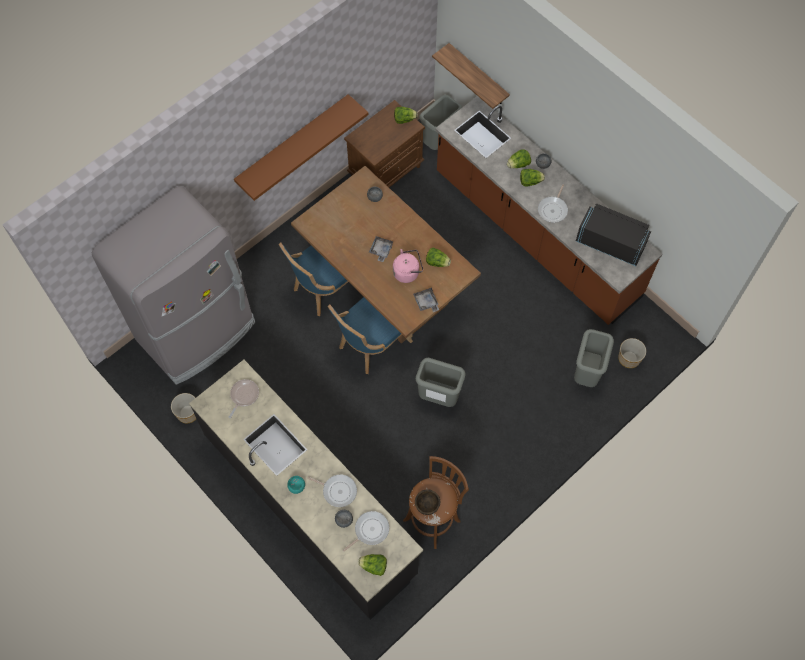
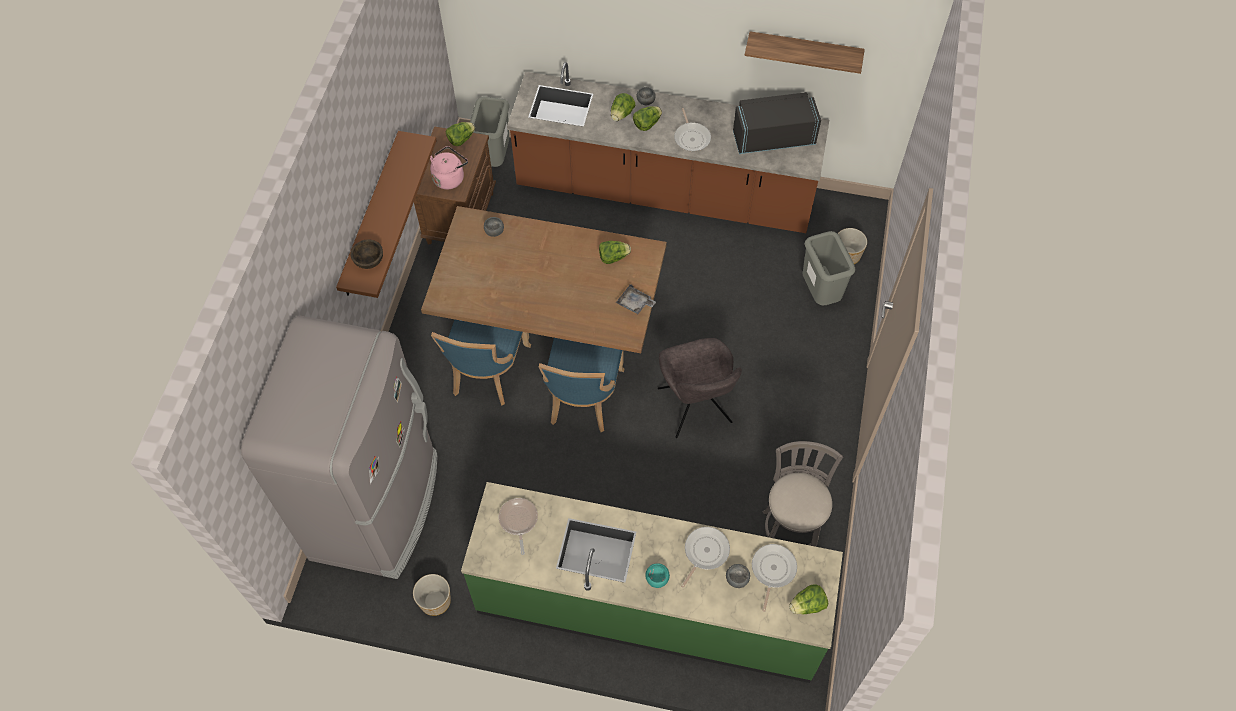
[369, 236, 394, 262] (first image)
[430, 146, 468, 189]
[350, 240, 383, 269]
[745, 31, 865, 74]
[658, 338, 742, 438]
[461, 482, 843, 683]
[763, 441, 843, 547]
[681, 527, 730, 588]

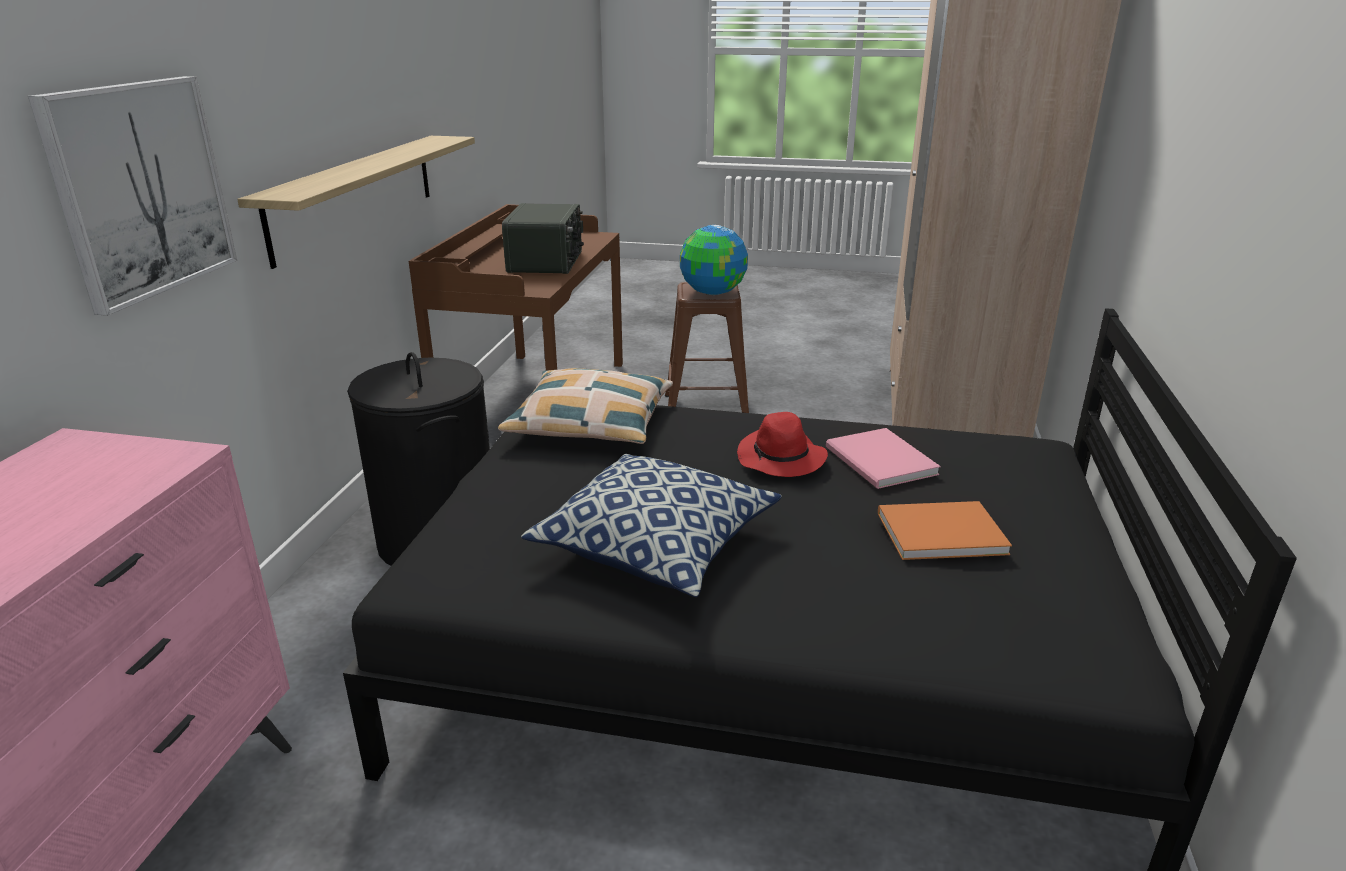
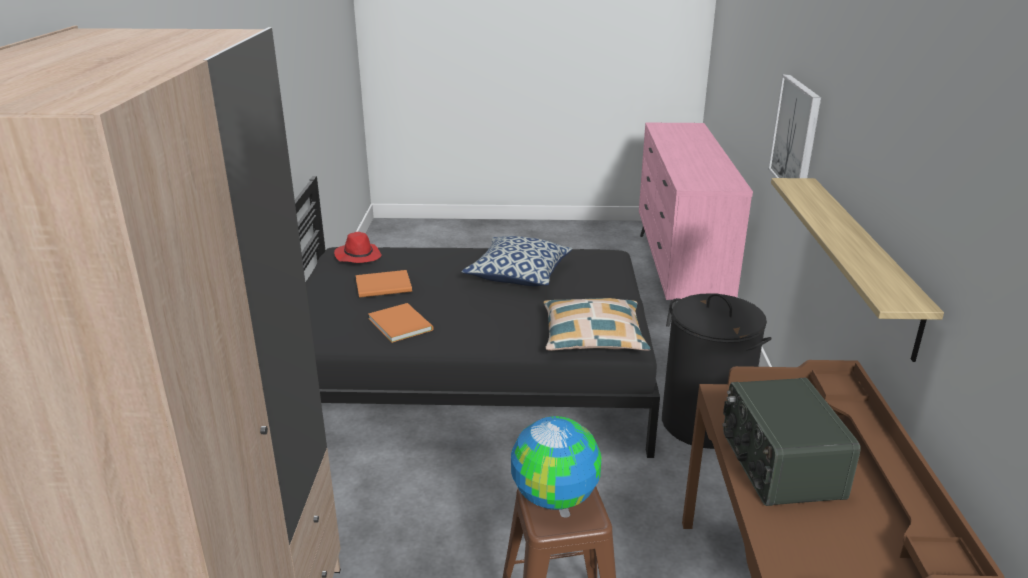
[334, 232, 382, 263]
[368, 303, 433, 343]

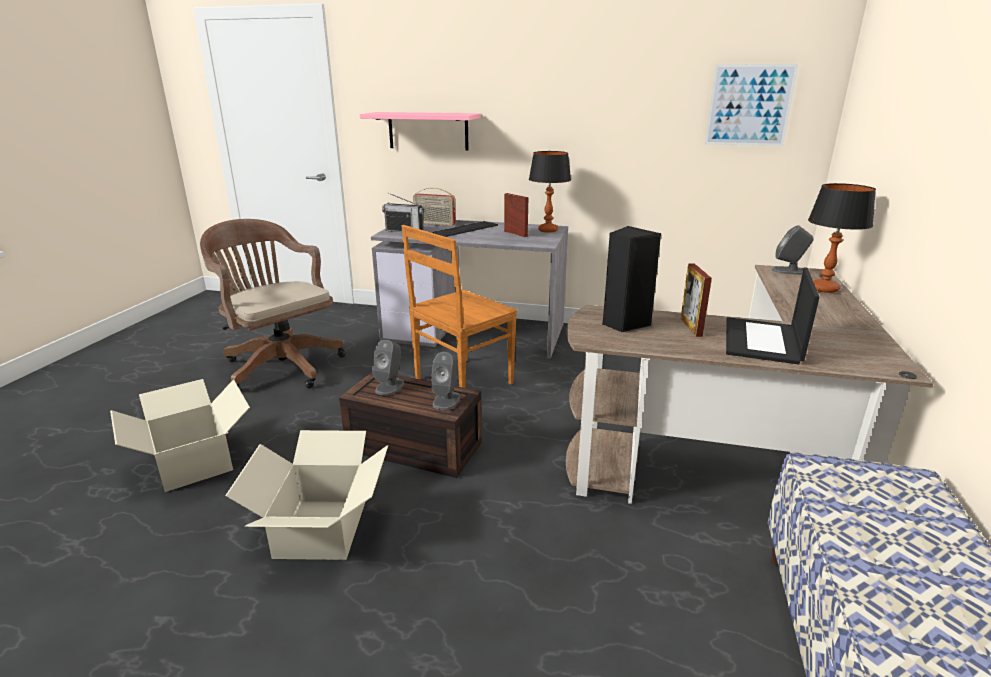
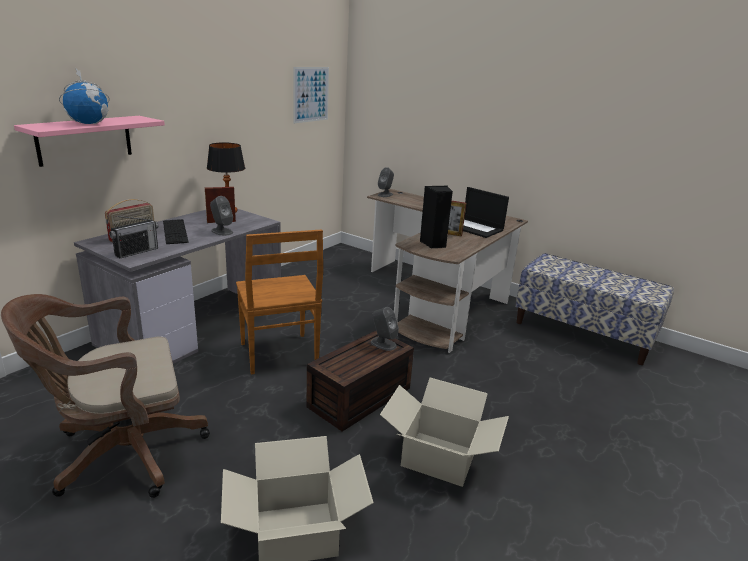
[808, 183, 876, 293] (first image)
[59, 68, 109, 124]
[210, 196, 233, 236]

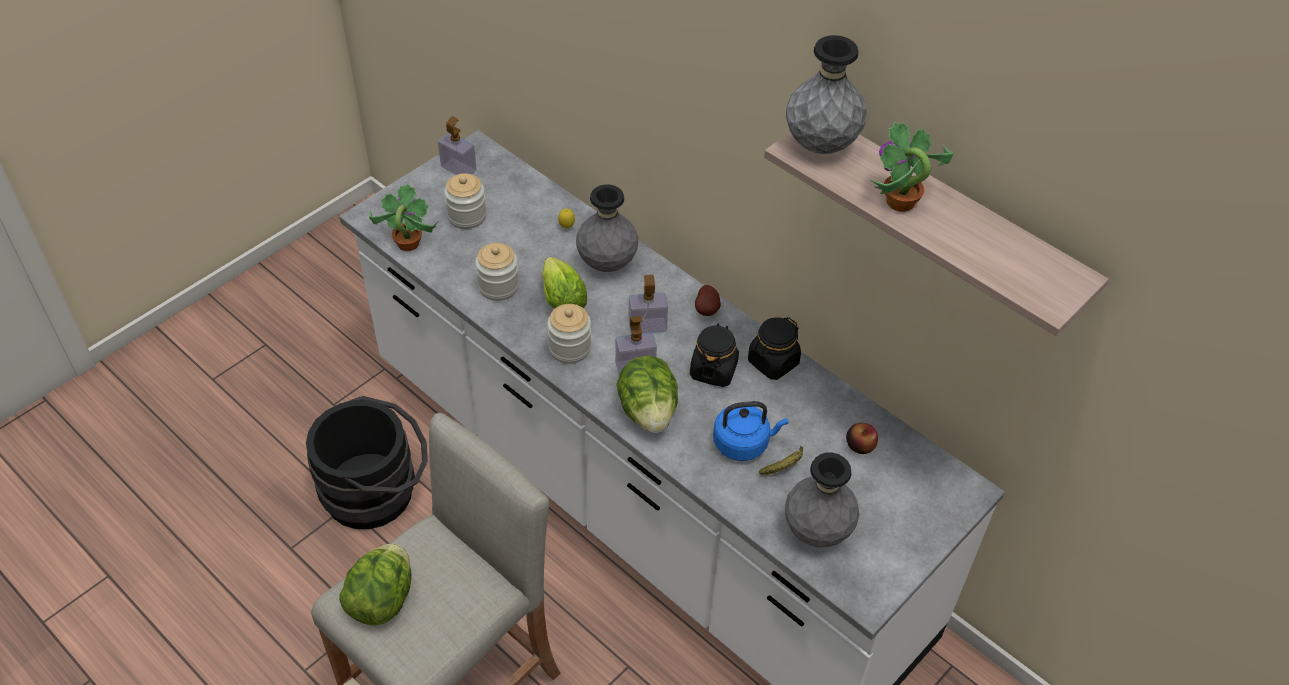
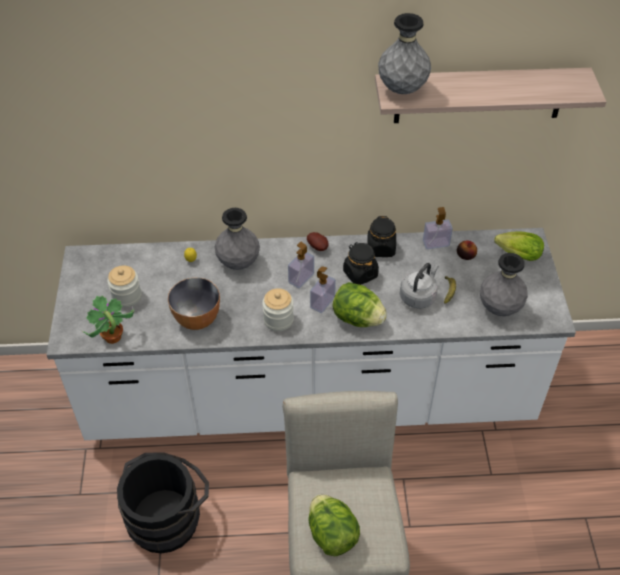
[870, 122, 954, 212] (first image)
[423, 207, 453, 249]
[494, 232, 544, 261]
[168, 277, 220, 330]
[400, 263, 439, 309]

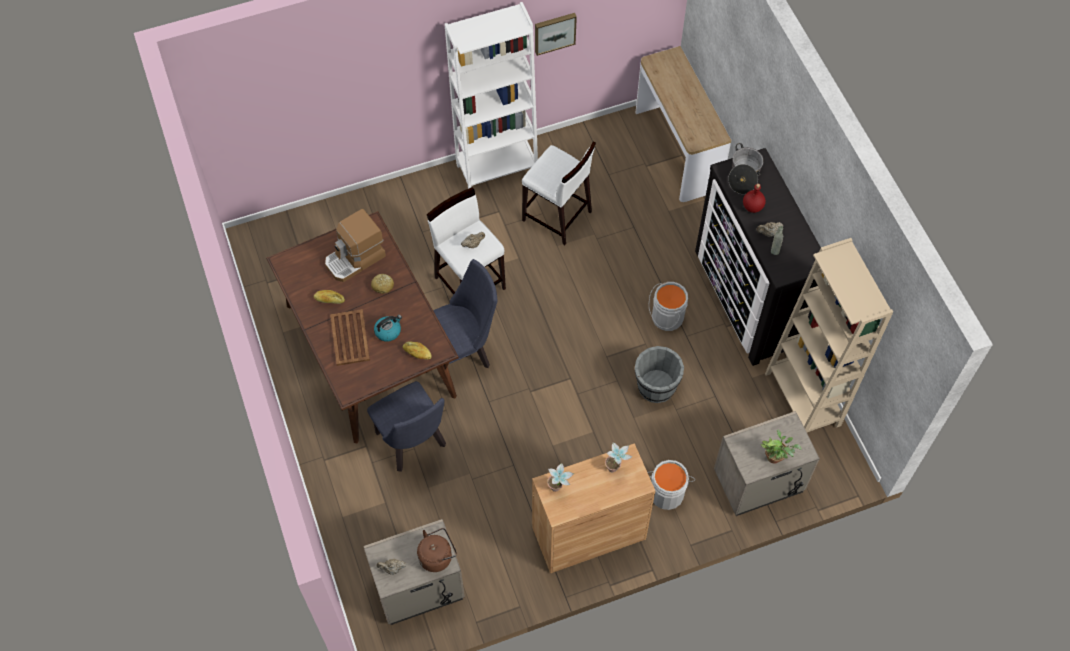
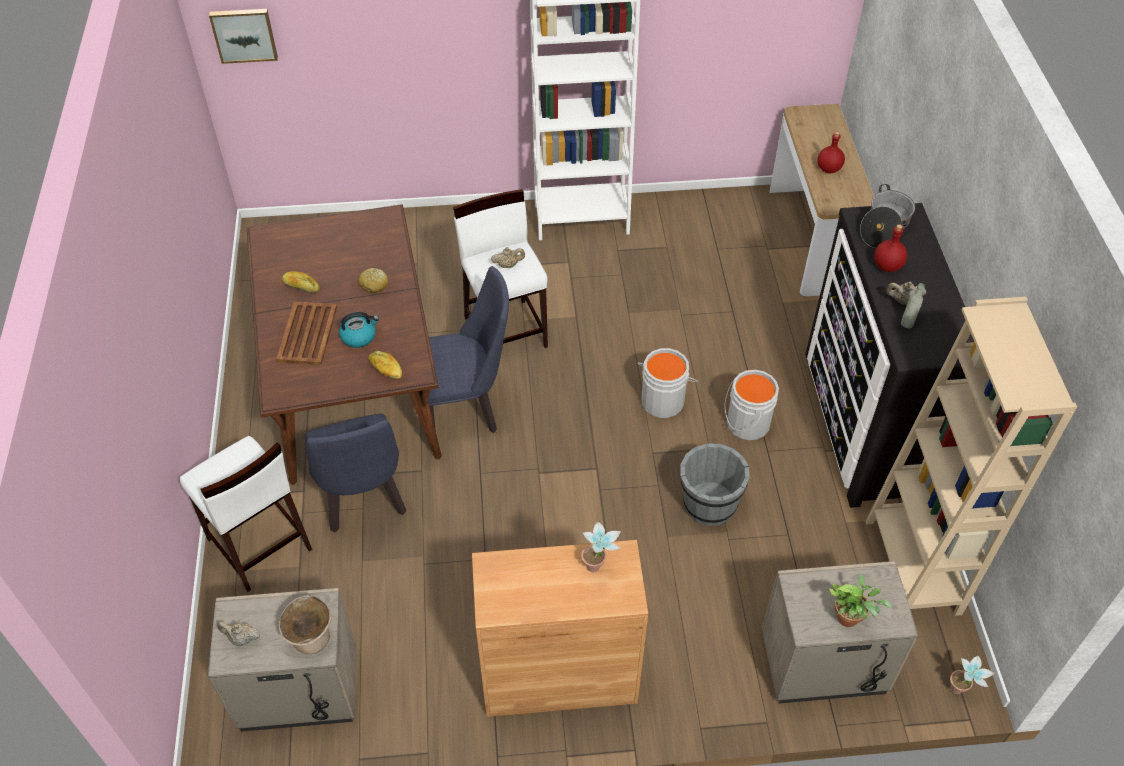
[325, 209, 386, 282] (first image)
[817, 132, 845, 173]
[180, 436, 312, 592]
[209, 9, 278, 64]
[950, 656, 995, 694]
[637, 348, 698, 418]
[279, 595, 331, 654]

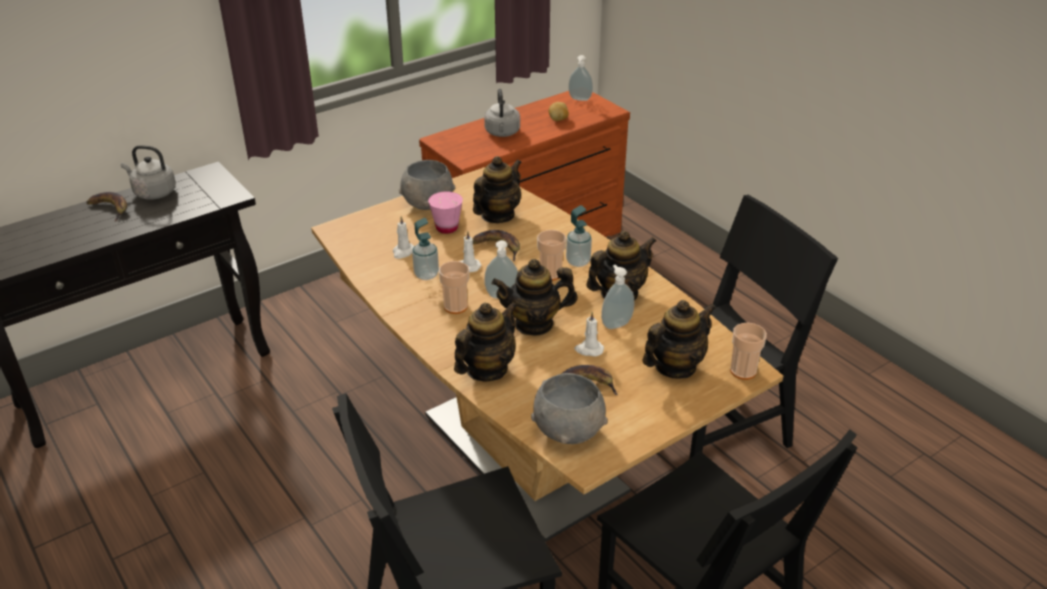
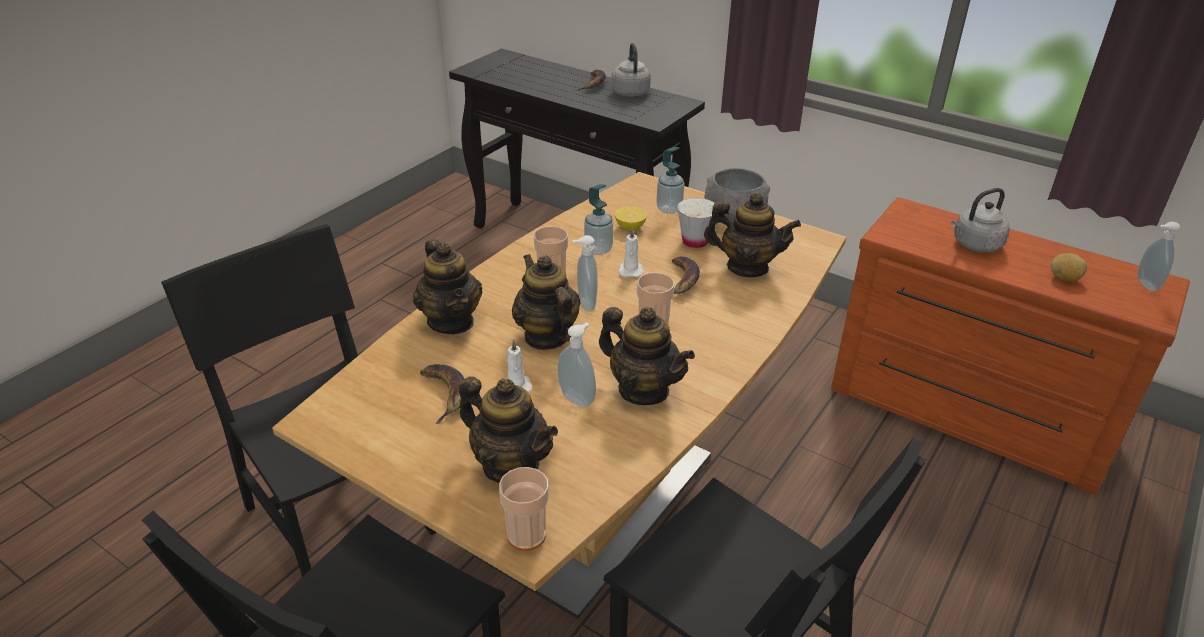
[531, 373, 608, 444] (first image)
[656, 147, 685, 214]
[615, 207, 647, 230]
[678, 198, 715, 248]
[413, 239, 482, 334]

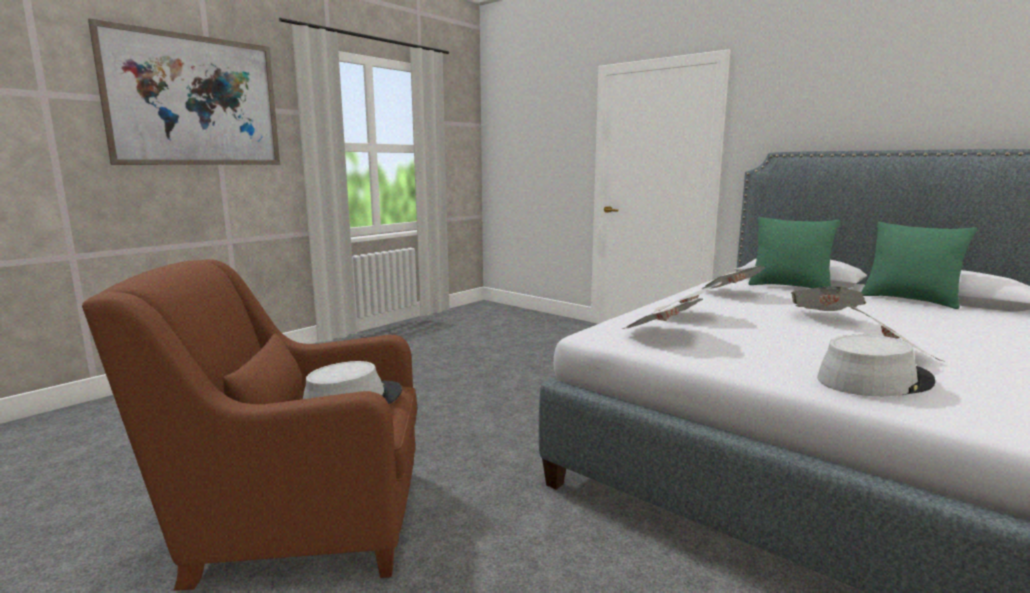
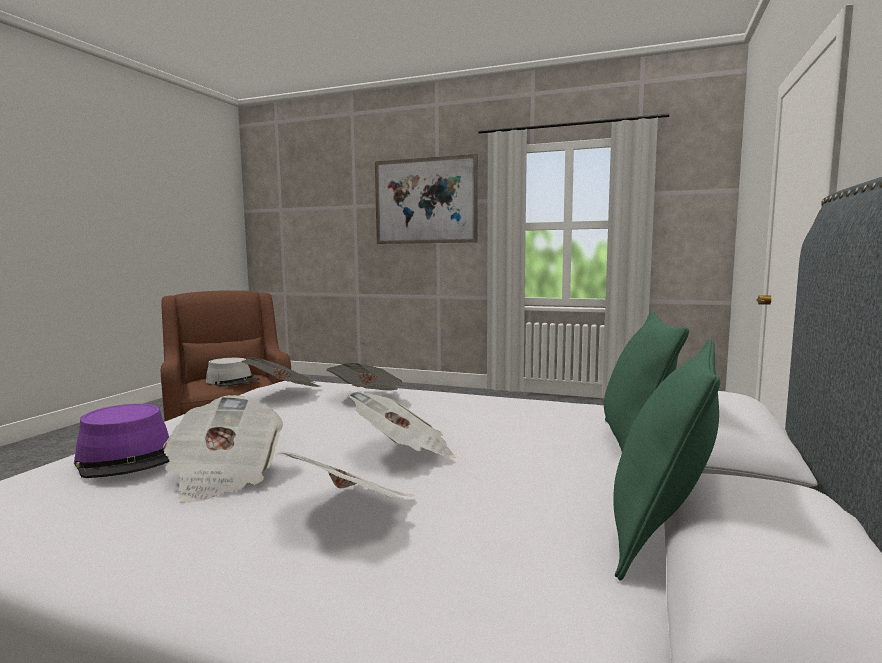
[276, 452, 415, 499]
[74, 404, 169, 478]

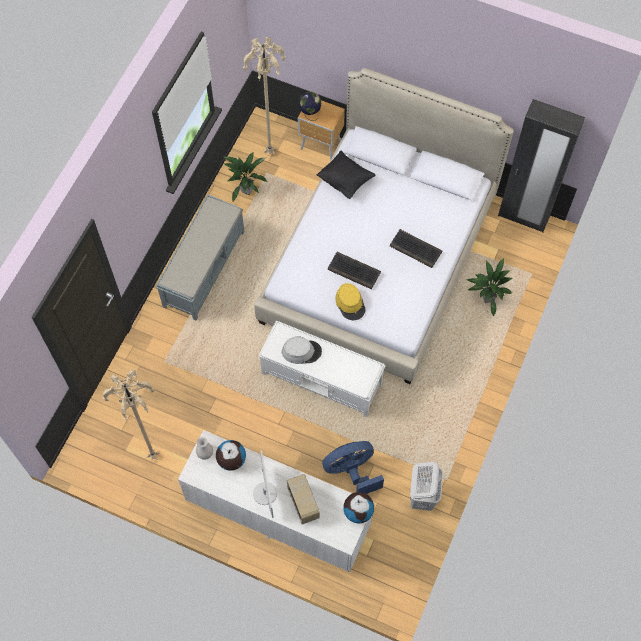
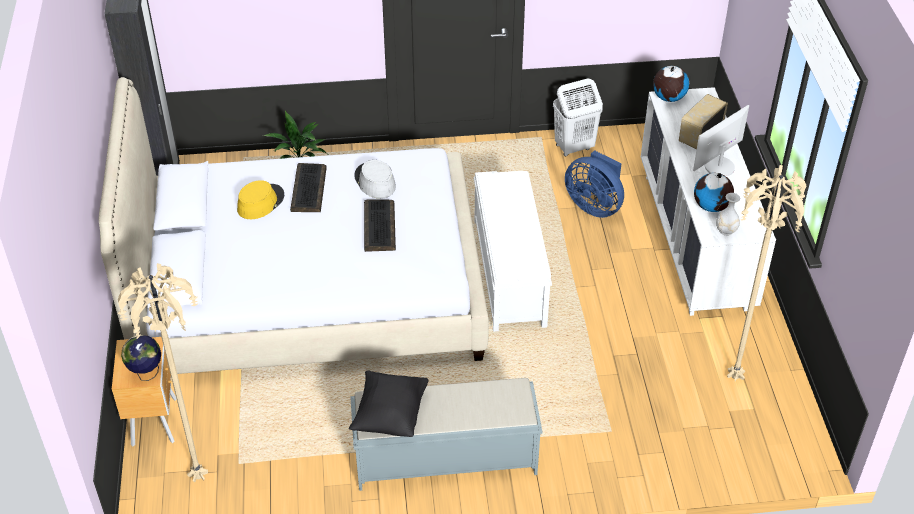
[223, 152, 267, 203] (first image)
[354, 160, 396, 199]
[349, 370, 429, 437]
[237, 180, 284, 219]

